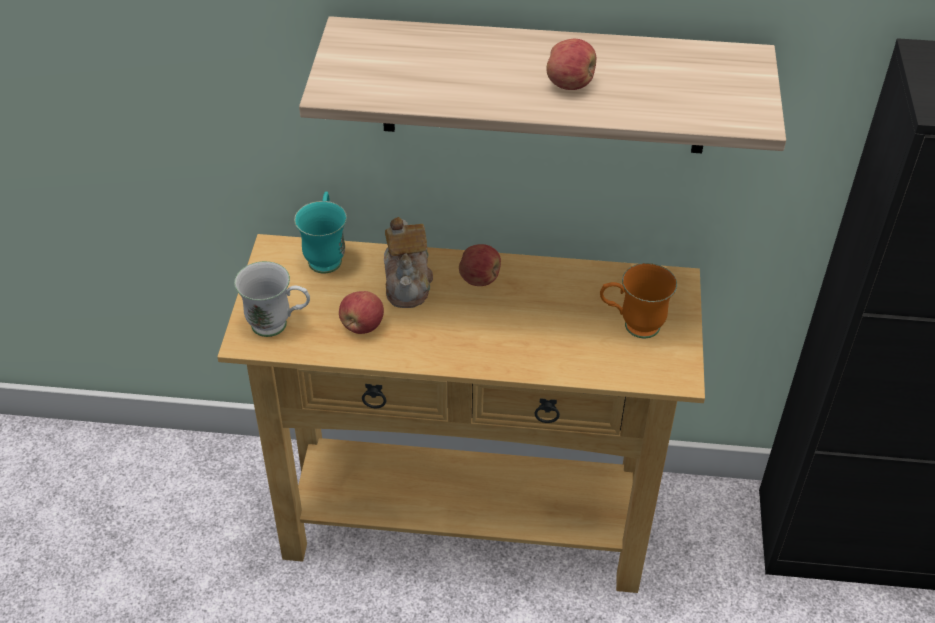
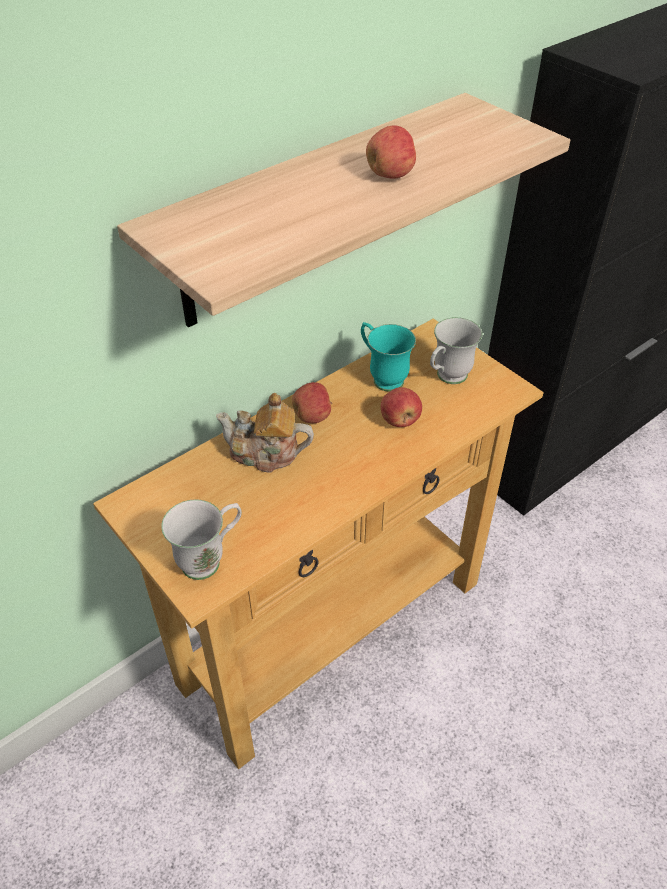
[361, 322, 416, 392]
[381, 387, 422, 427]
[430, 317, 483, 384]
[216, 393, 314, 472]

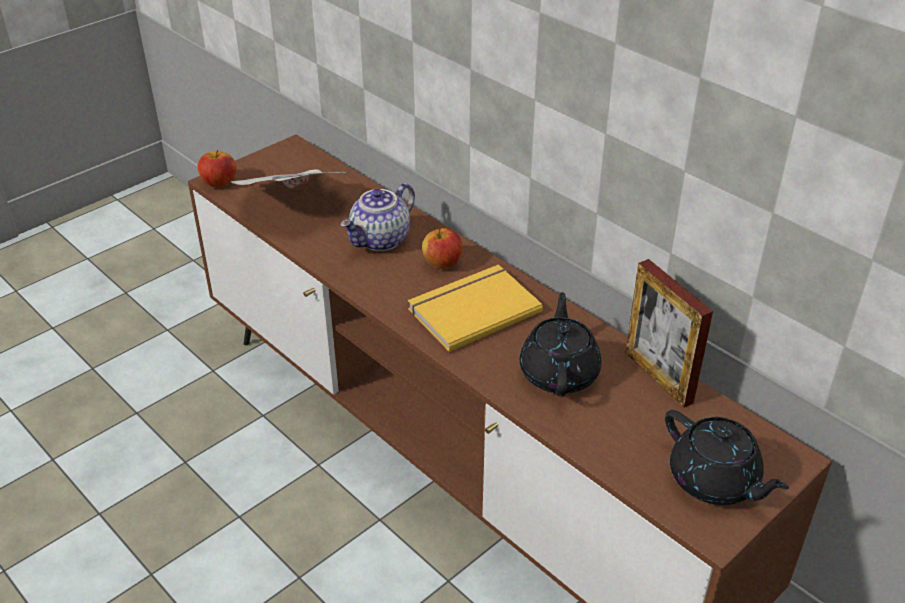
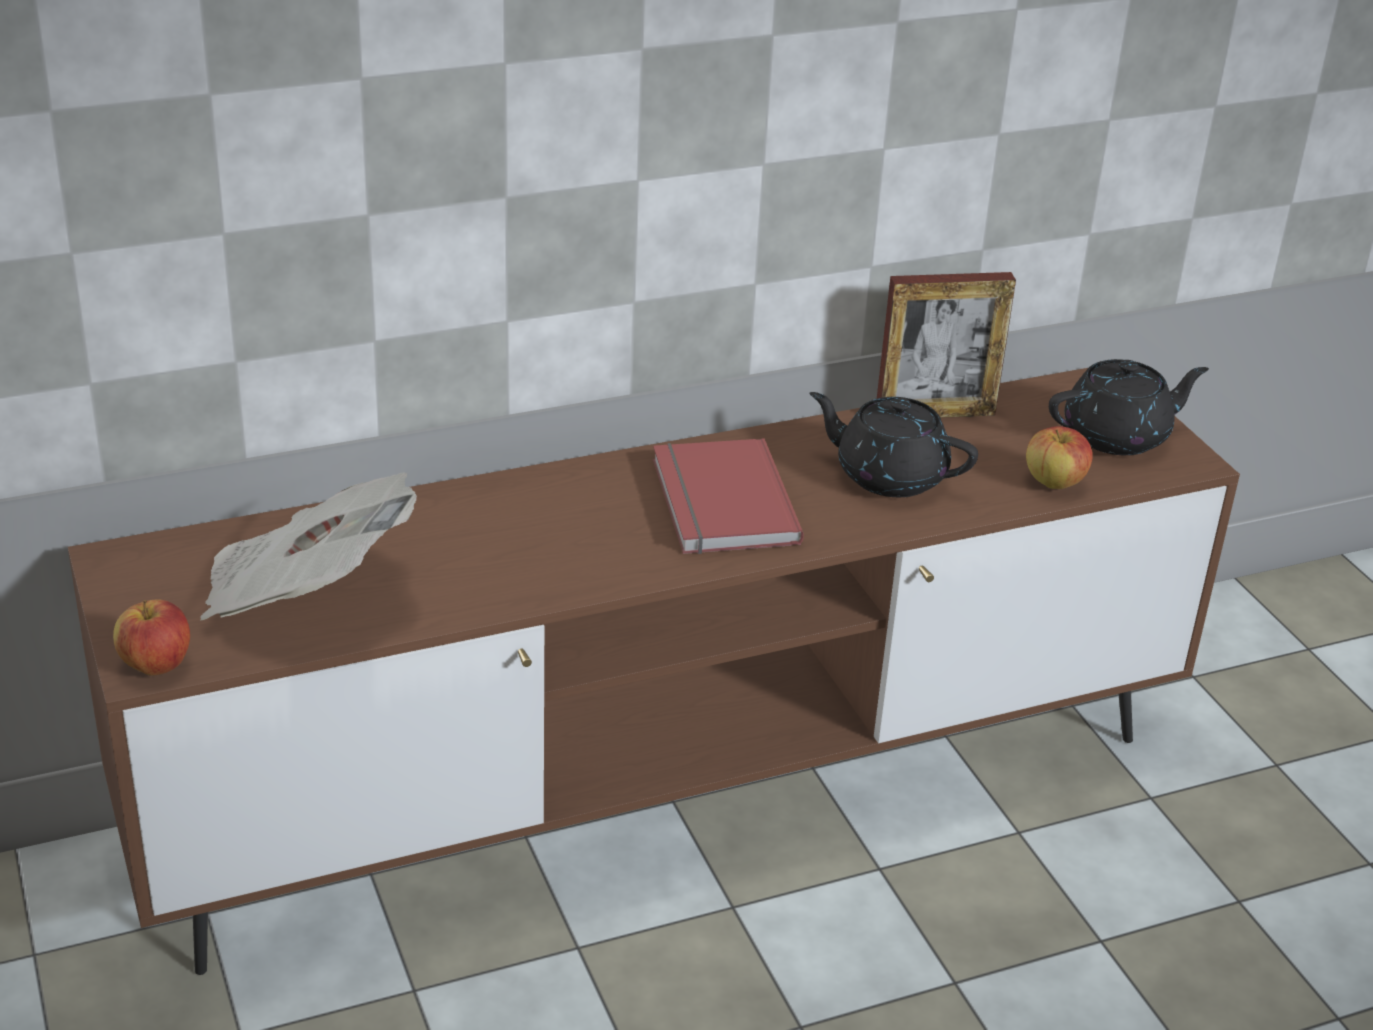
[340, 183, 415, 251] (first image)
[1026, 426, 1093, 489]
[653, 438, 804, 554]

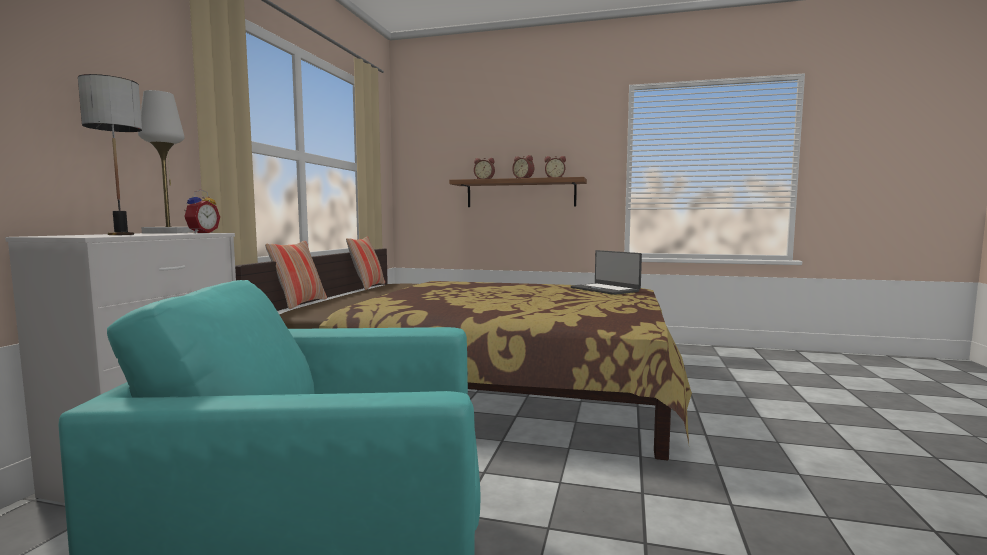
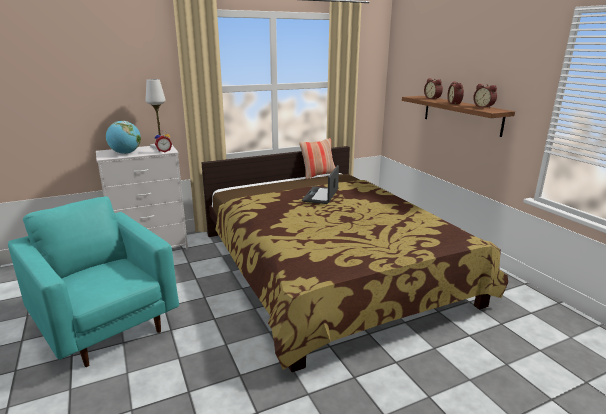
[265, 241, 327, 309] (first image)
[302, 165, 339, 204]
[106, 121, 141, 154]

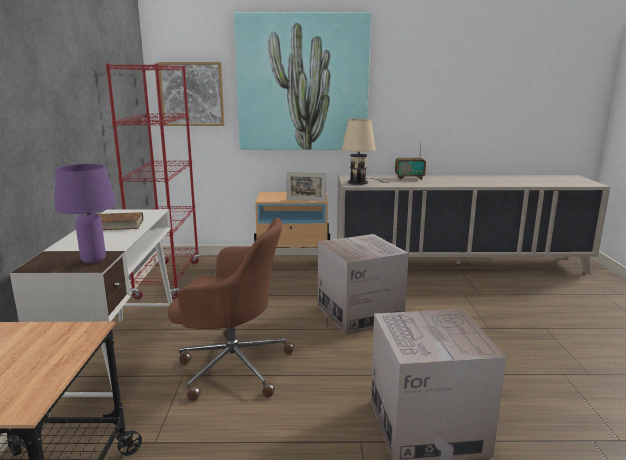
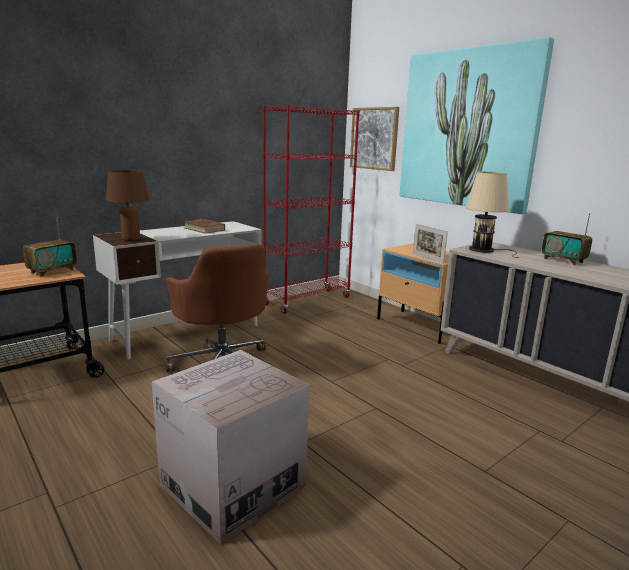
[318, 234, 409, 335] (first image)
[23, 218, 77, 277]
[106, 170, 149, 242]

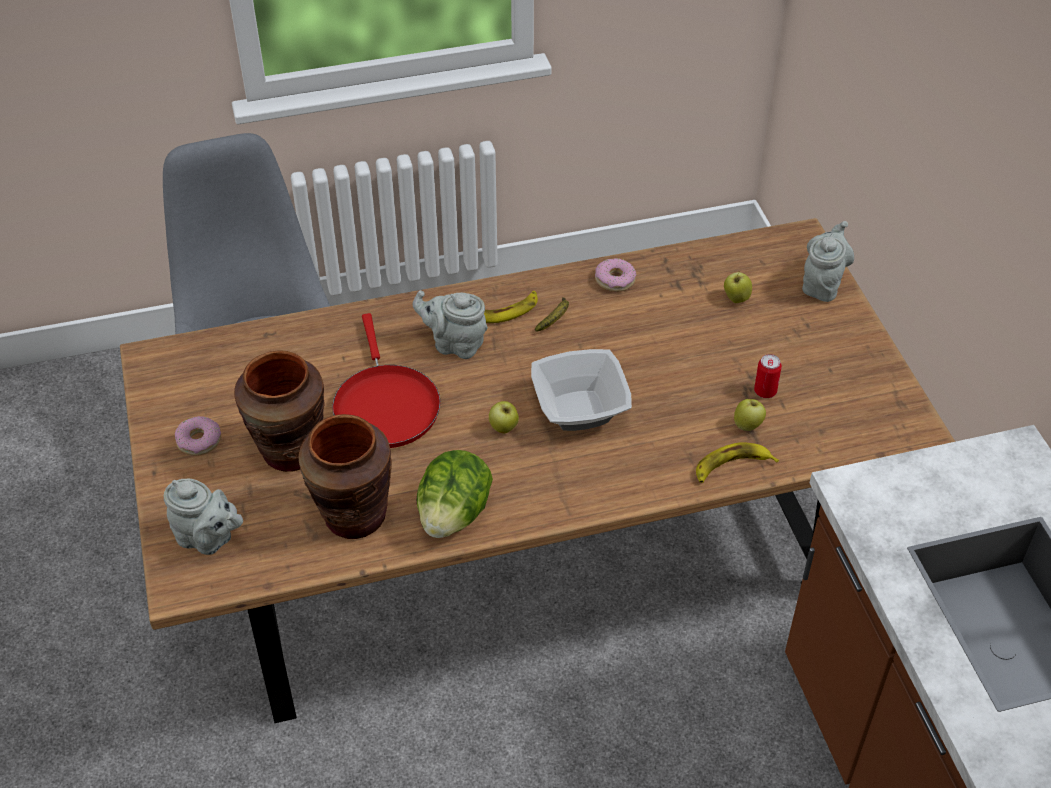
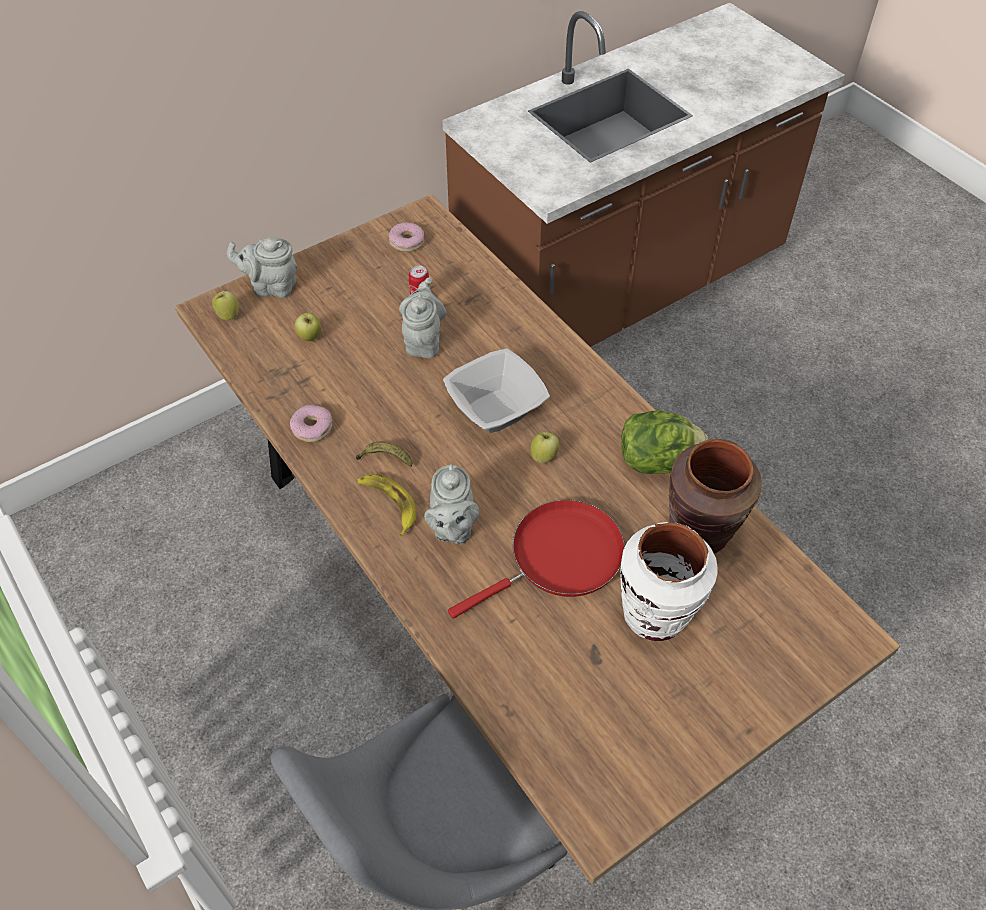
[696, 442, 779, 483] (first image)
[399, 277, 446, 358]
[389, 222, 424, 252]
[212, 290, 239, 320]
[620, 522, 718, 641]

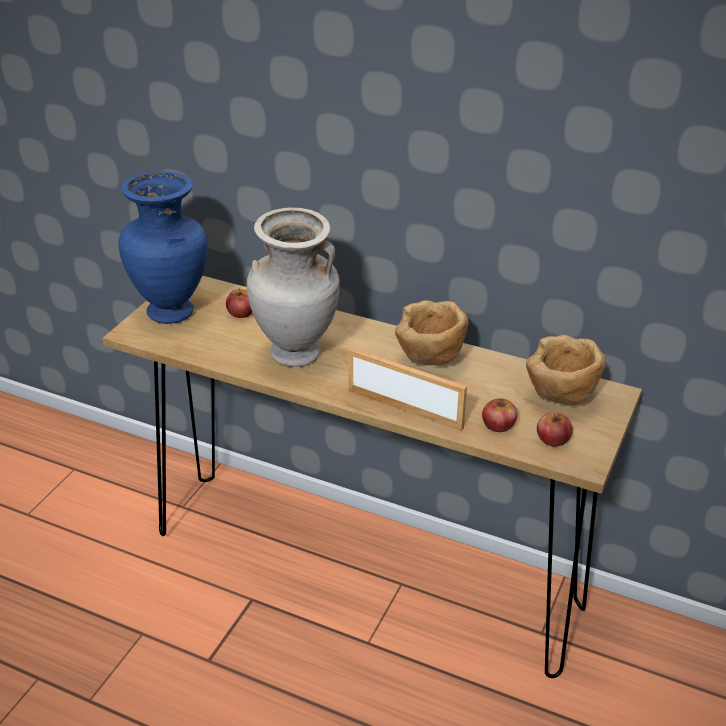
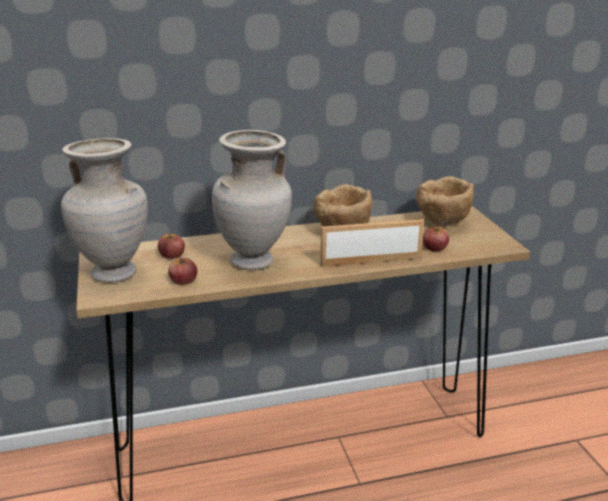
[168, 258, 198, 285]
[61, 138, 148, 283]

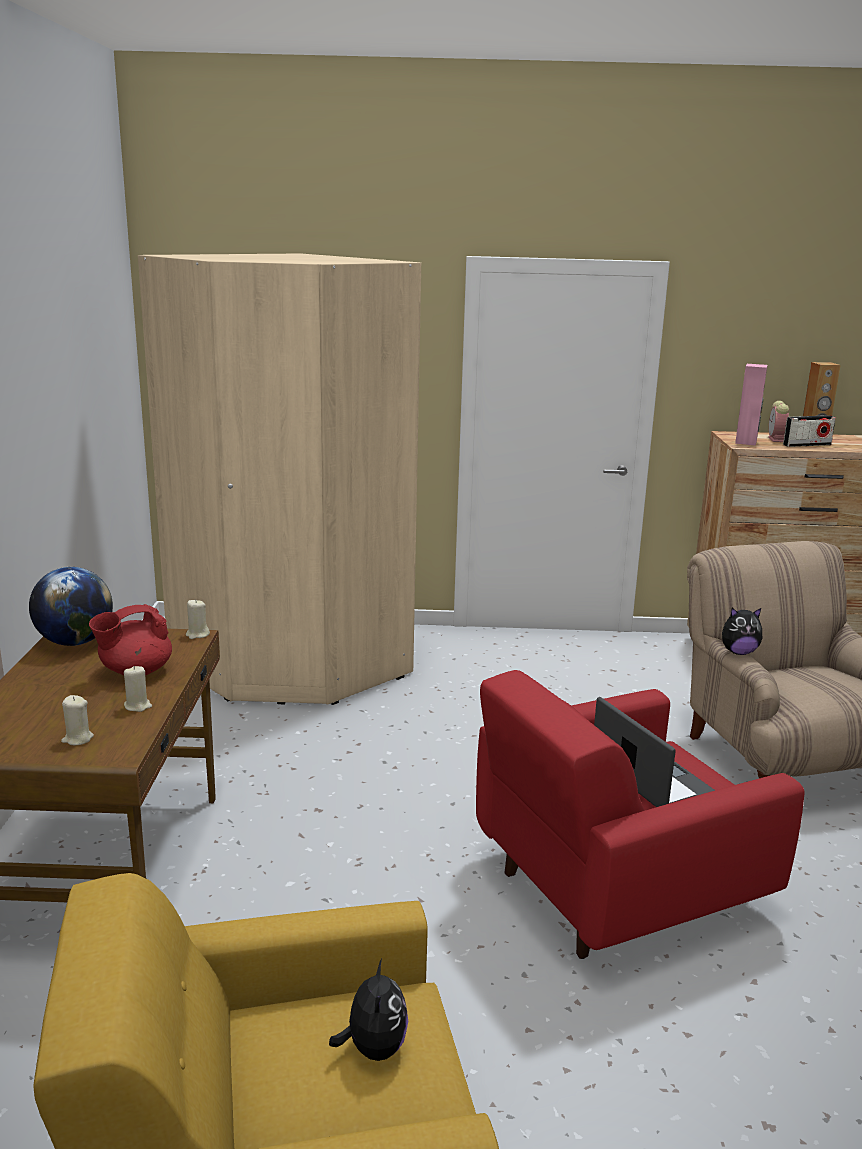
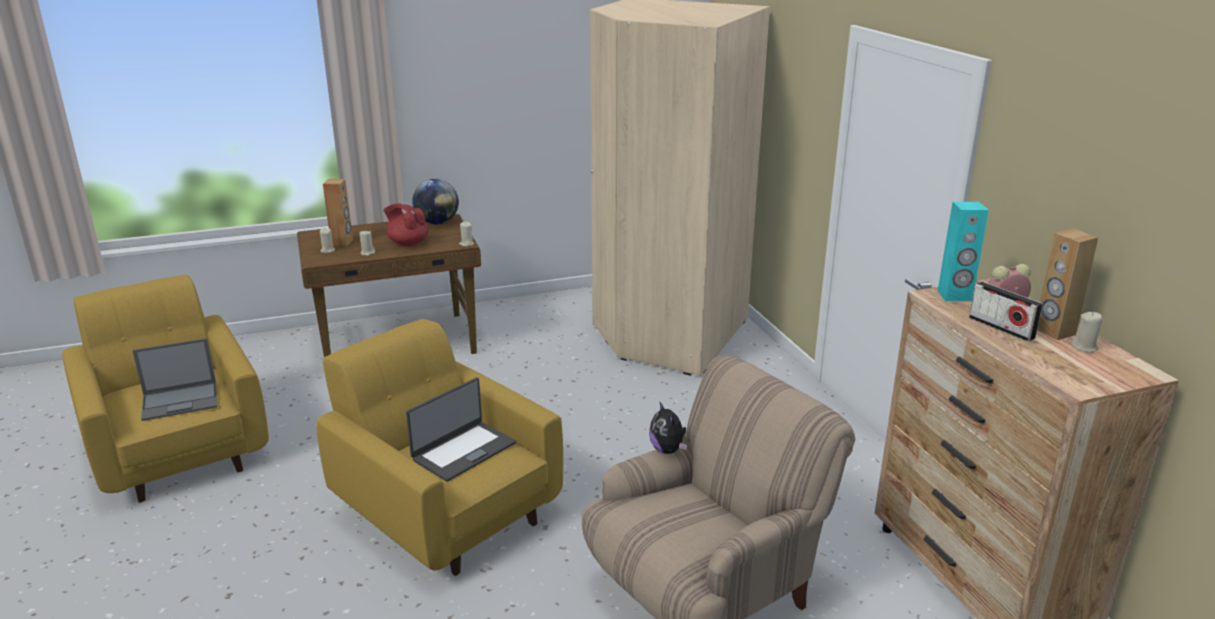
[323, 179, 353, 246]
[1071, 312, 1102, 352]
[133, 338, 217, 421]
[317, 319, 563, 576]
[938, 202, 989, 301]

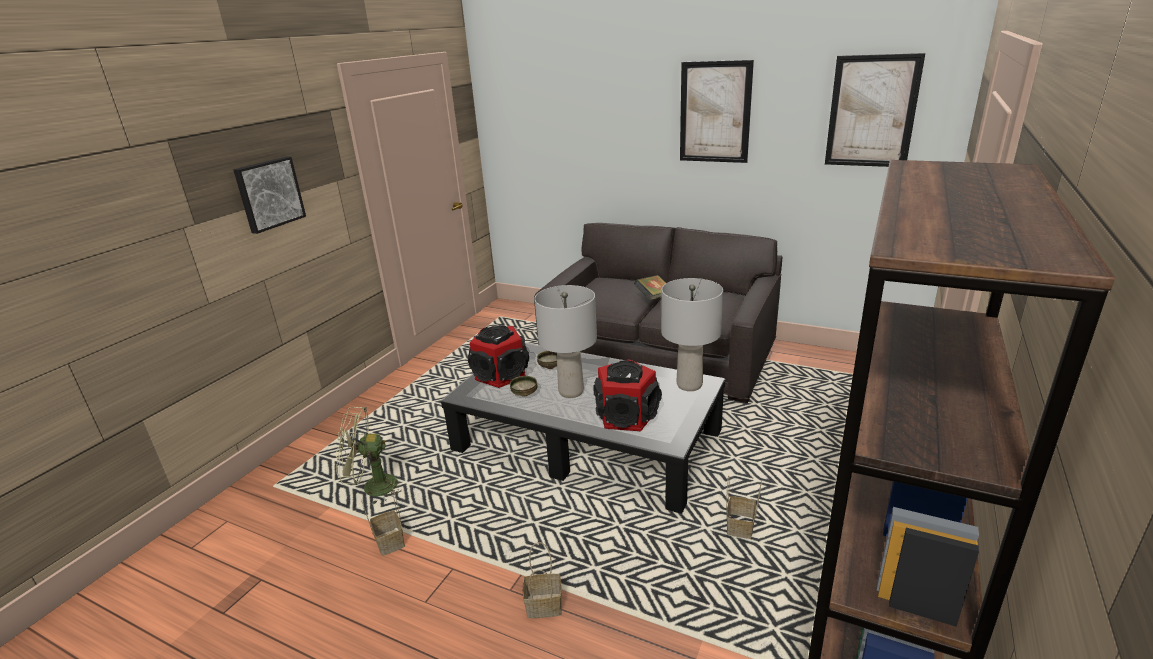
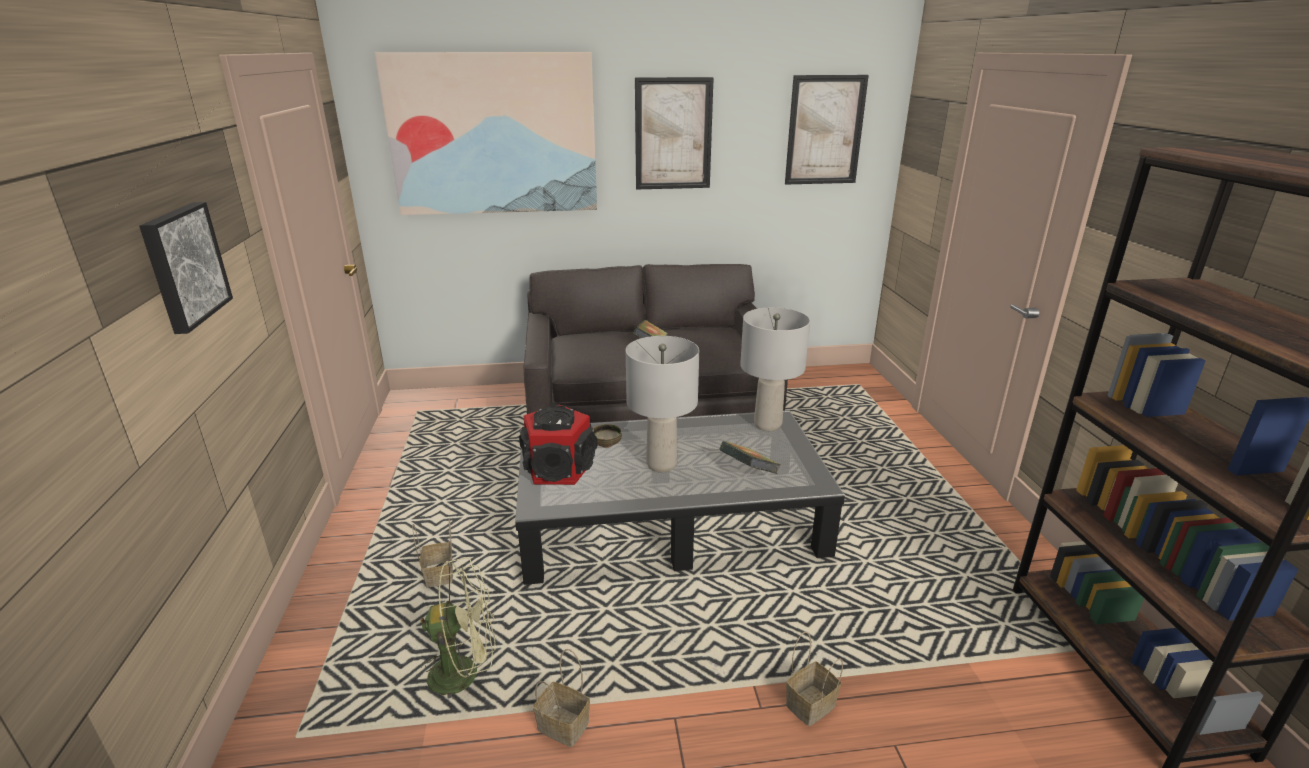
[510, 376, 538, 396] (first image)
[375, 52, 597, 215]
[412, 519, 453, 587]
[719, 441, 781, 474]
[420, 557, 496, 699]

